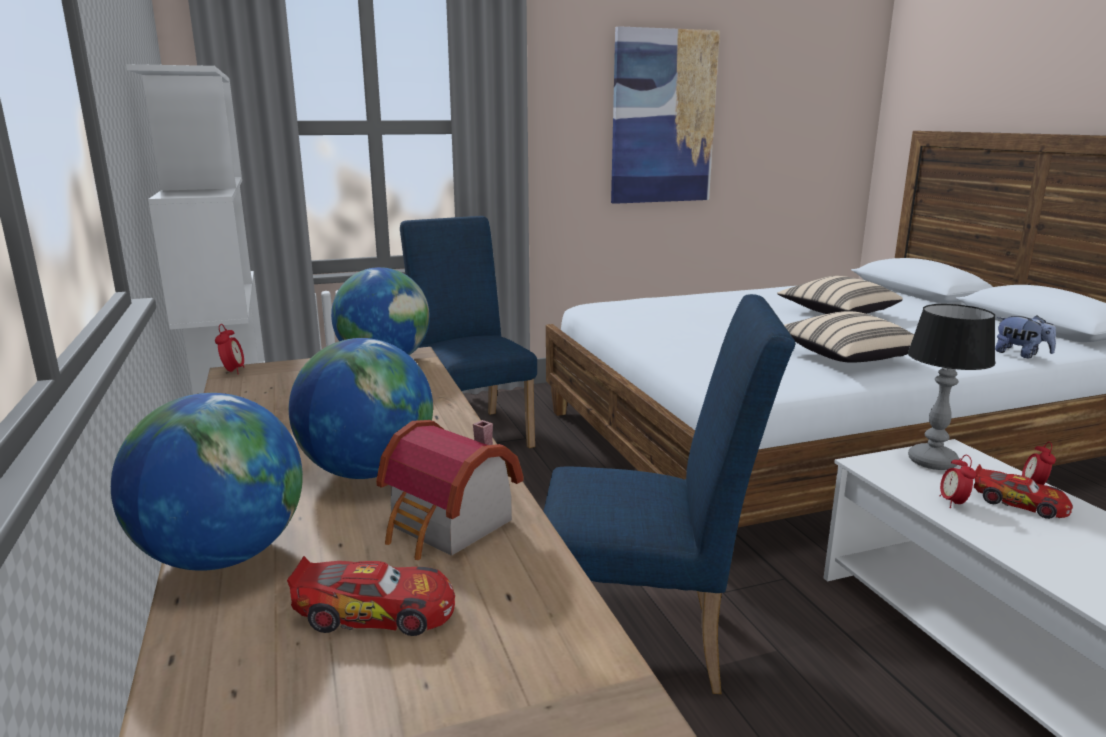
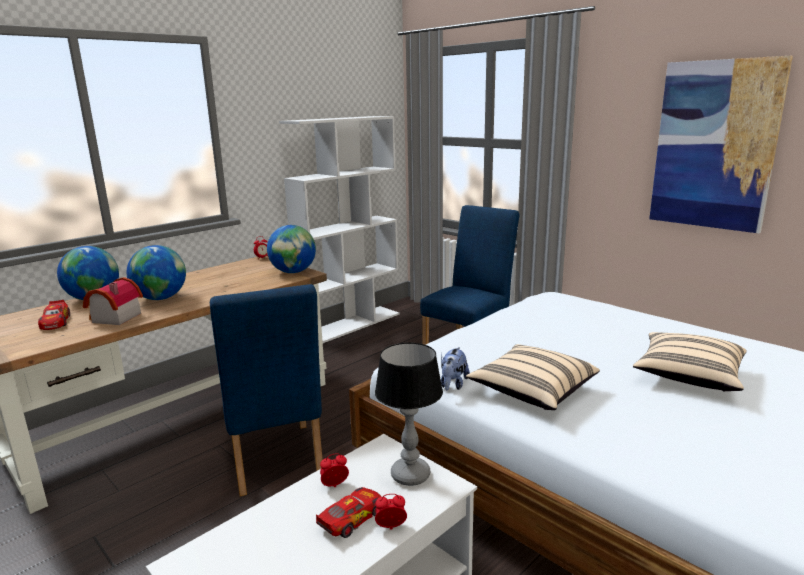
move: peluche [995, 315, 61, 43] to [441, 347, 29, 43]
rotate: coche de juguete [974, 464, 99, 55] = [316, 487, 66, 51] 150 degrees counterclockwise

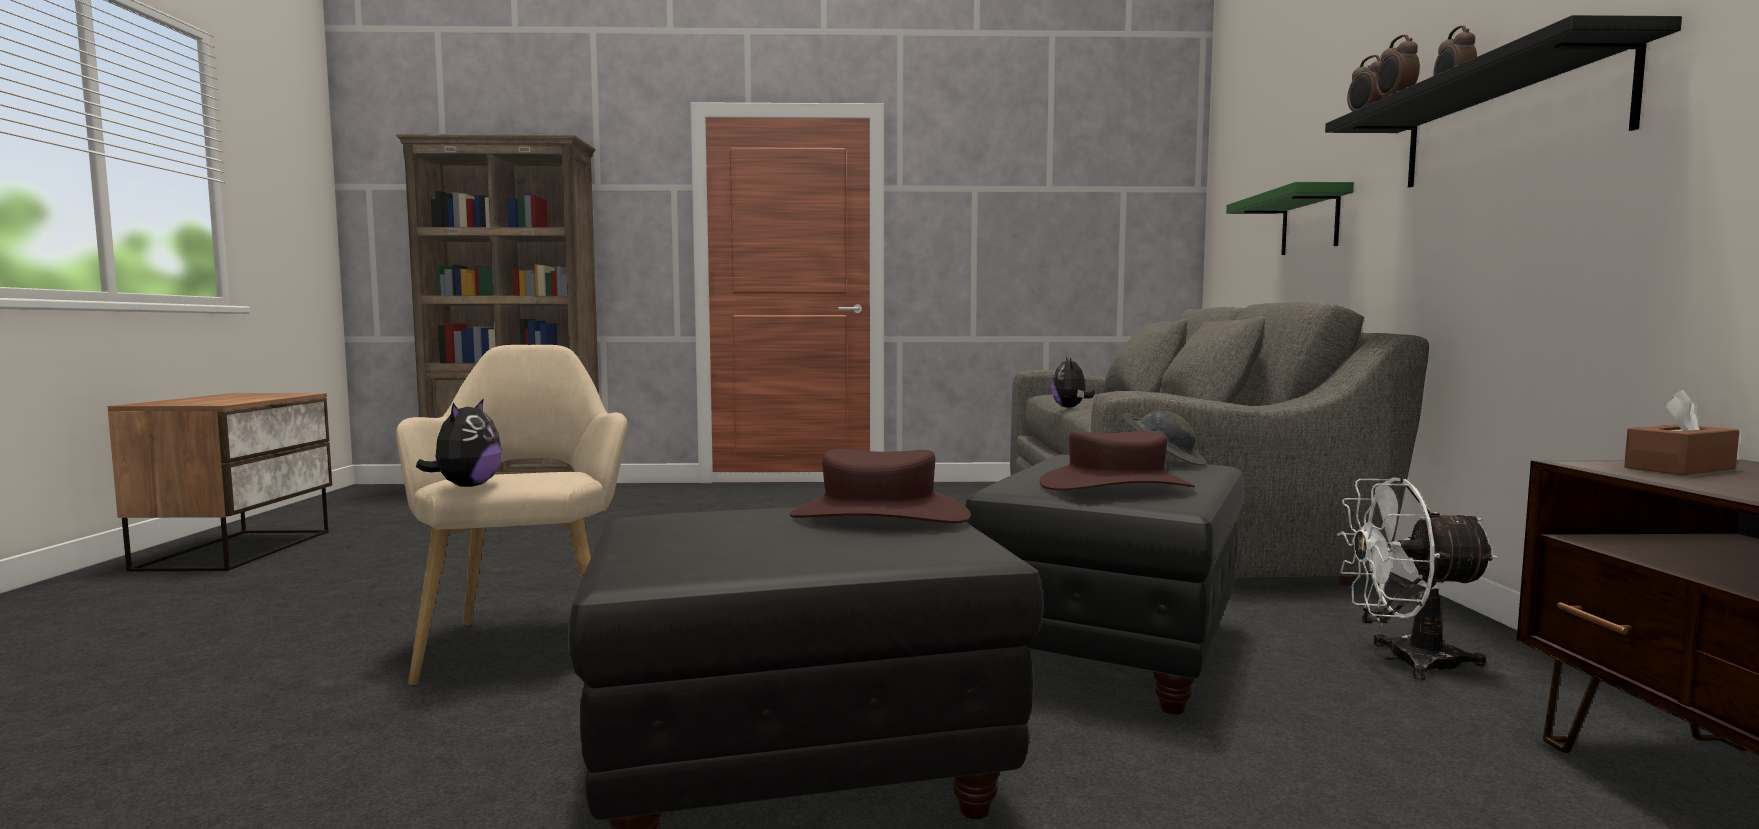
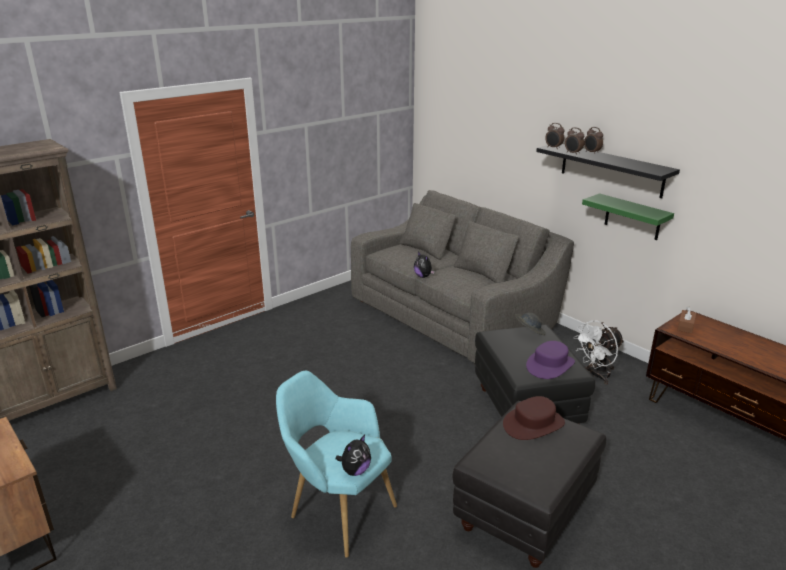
move: estante/verde [1226, 182, 128, 73] to [582, 193, 92, 47]
recolor: sillón/beis [396, 345, 231, 341] to sillón/turquesa [276, 370, 121, 188]; sombrero/marrón [1039, 431, 156, 59] to sombrero/morado [526, 341, 49, 38]
rotate: peluche [416, 398, 86, 89] = [336, 435, 35, 41] 75 degrees clockwise

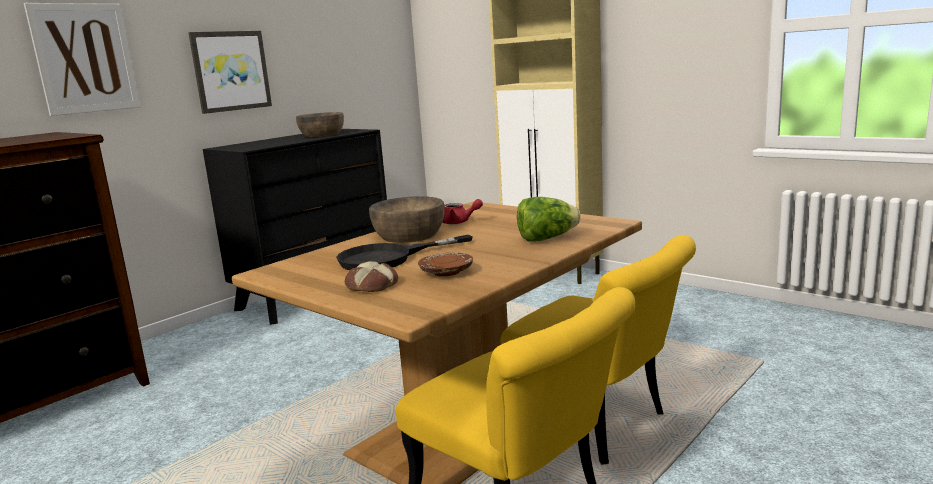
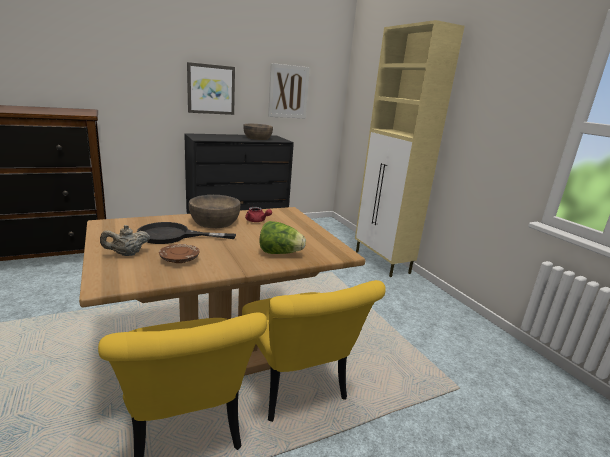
move: cuadro [24, 3, 116, 113] to [268, 63, 42, 56]
replace: pan [345, 261, 53, 31] to tetera/beis [100, 225, 50, 31]

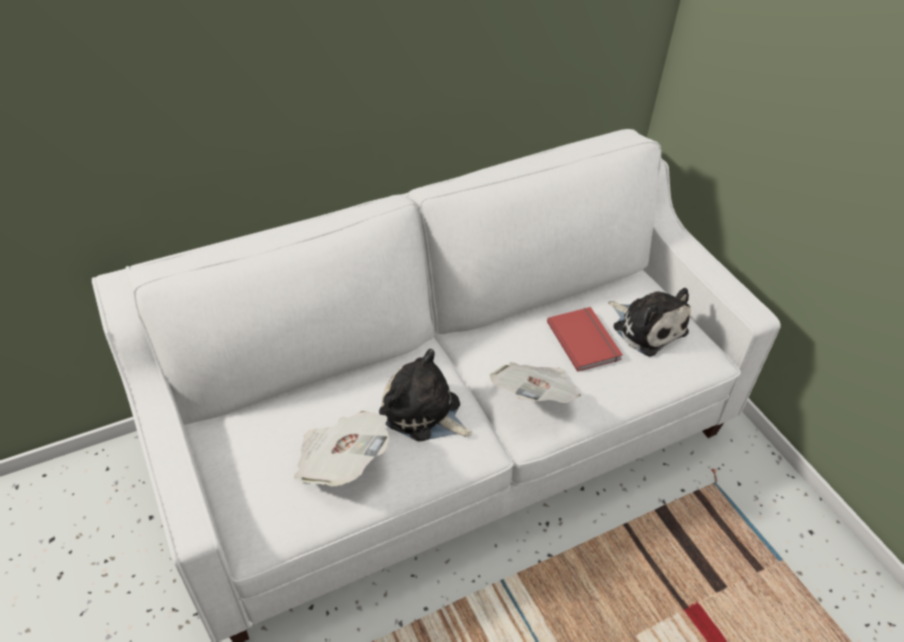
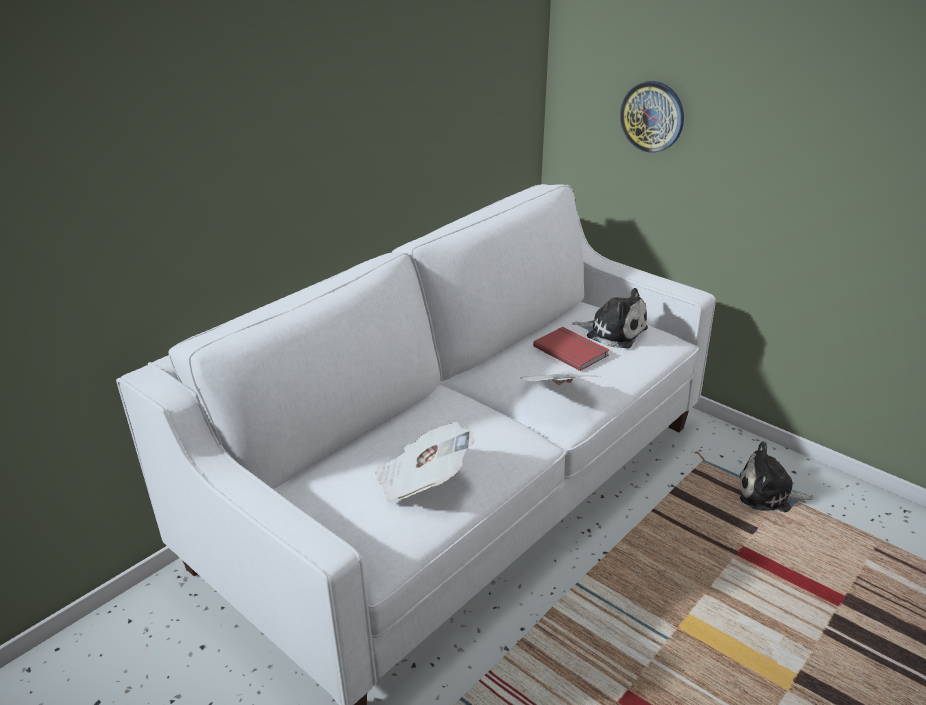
insert: reloj de pared [620, 81, 64, 72]
move: peluche [379, 349, 93, 92] to [740, 441, 74, 71]

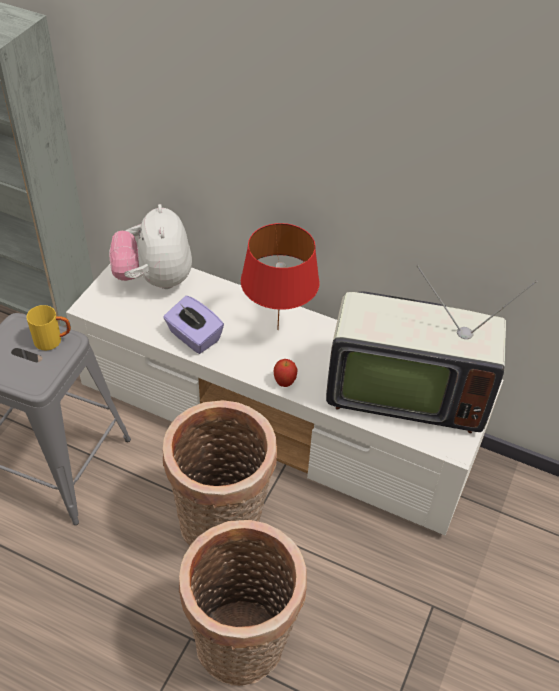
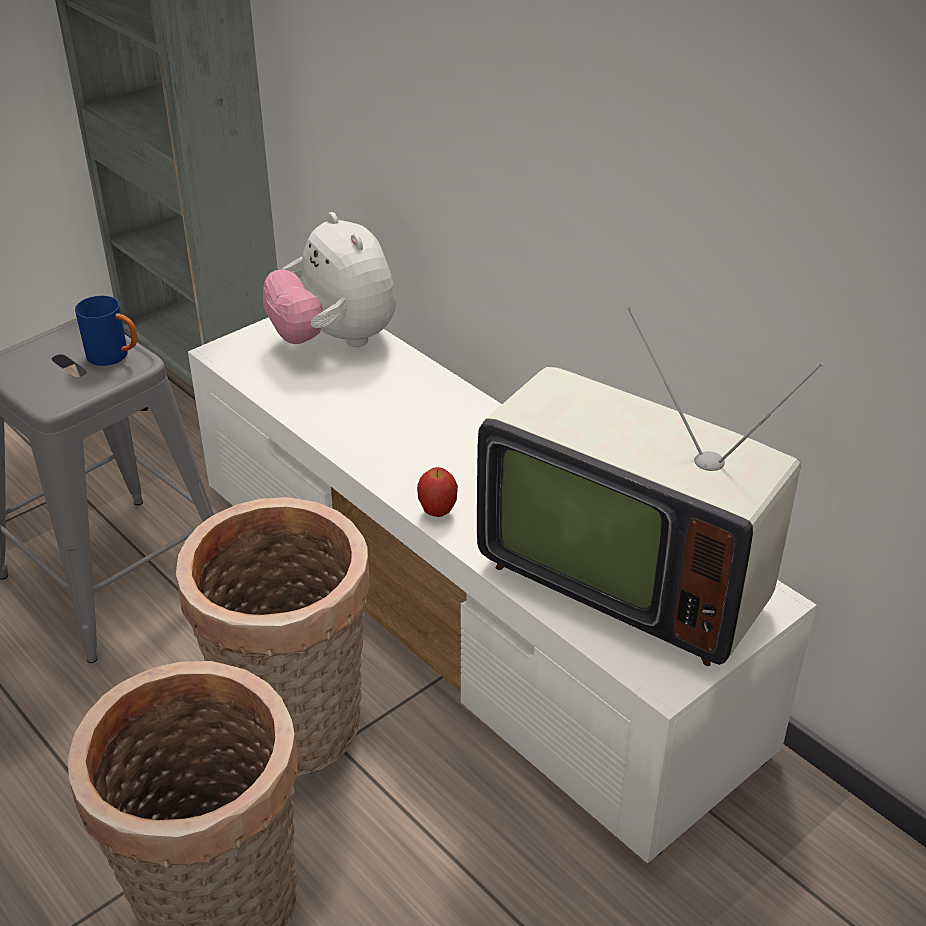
delete: lámpara de mesa/rojo [241, 223, 79, 107]; caja de pañuelos/morado [163, 296, 61, 58]
recolor: taza grande/amarillo [27, 305, 44, 46] to taza grande/azul [75, 296, 62, 70]
rotate: peluche [109, 204, 83, 85] = [263, 212, 133, 135] 45 degrees counterclockwise

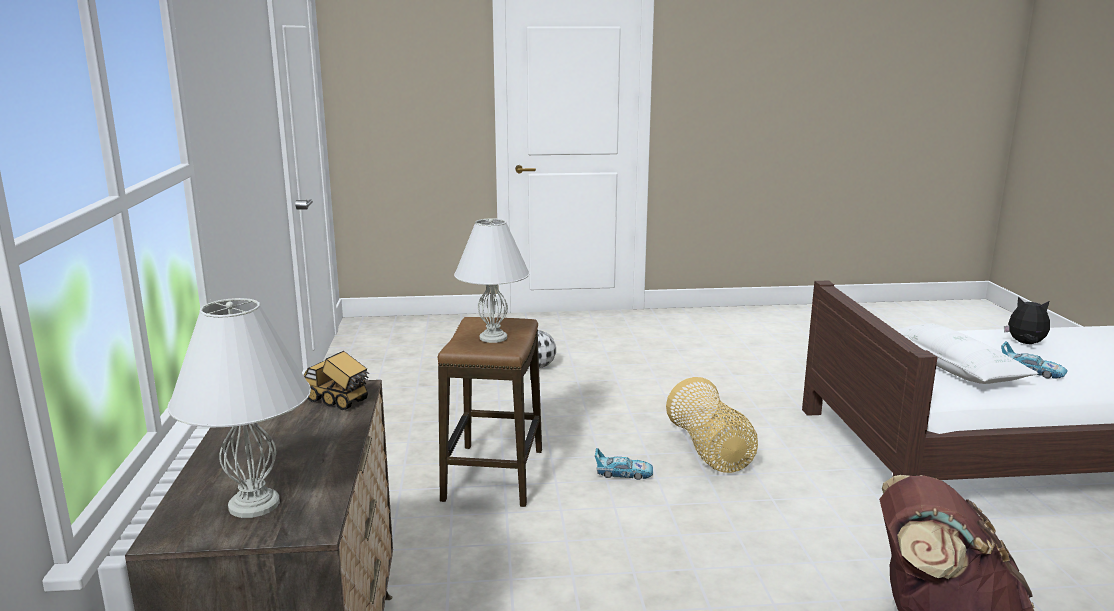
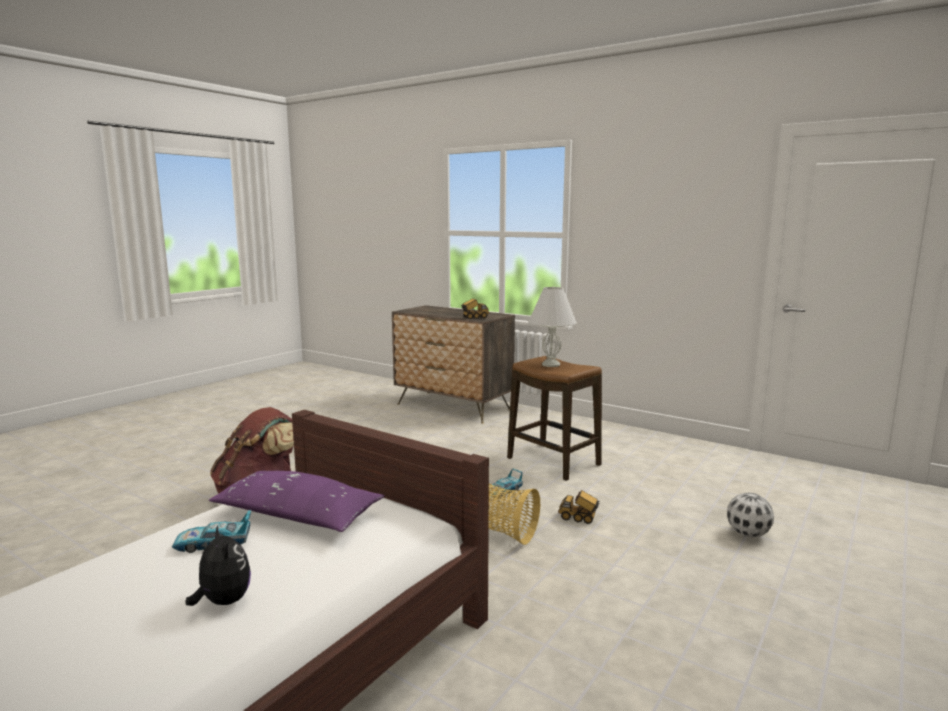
delete: lámpara de mesa/blanco [168, 298, 143, 220]
insert: camión de juguete [559, 490, 40, 34]
recolor: cojín/blanco [896, 323, 143, 61] to cojín/morado [209, 471, 176, 61]
rotate: peluche [1004, 297, 46, 47] = [186, 525, 65, 81] 105 degrees counterclockwise

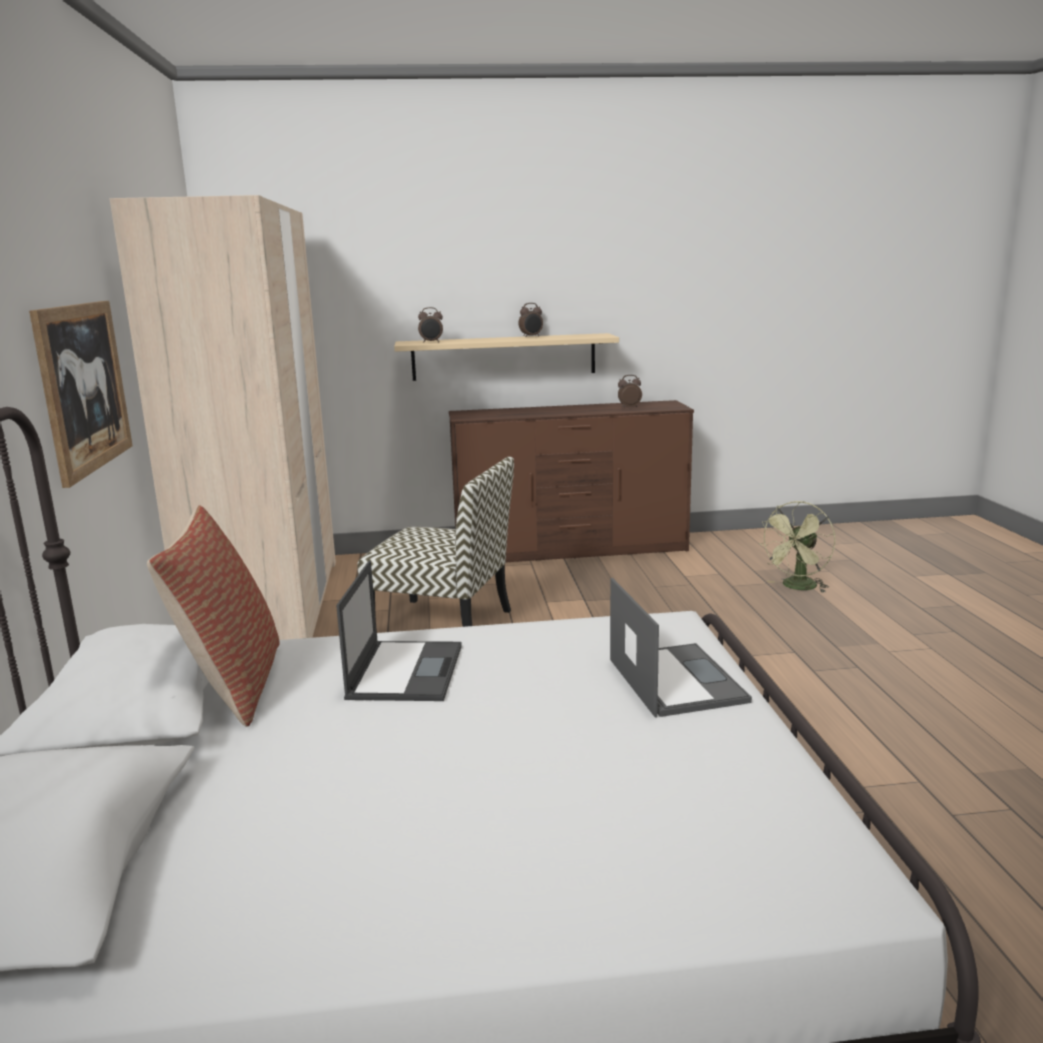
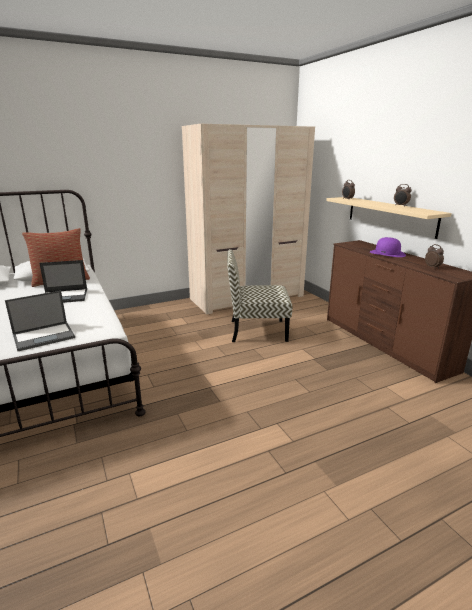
delete: cuadro [29, 301, 104, 187]; ventilador/verde [758, 501, 77, 92]
insert: sombrero/morado [370, 237, 36, 20]
rotate: silla [357, 457, 157, 170] = [227, 249, 65, 93] 90 degrees clockwise

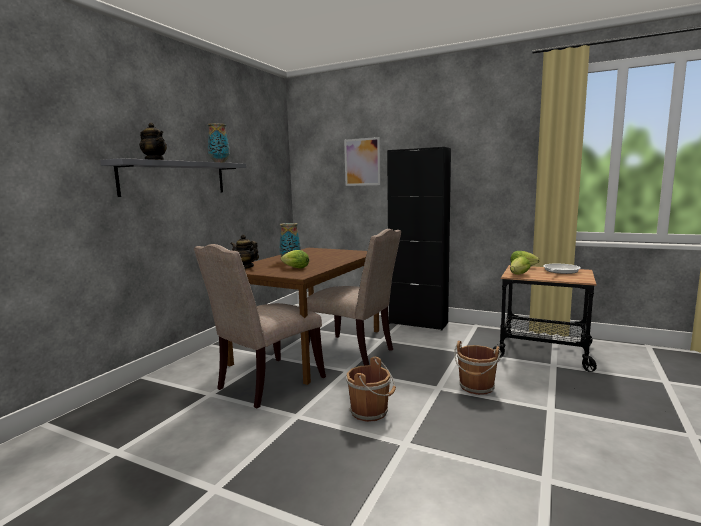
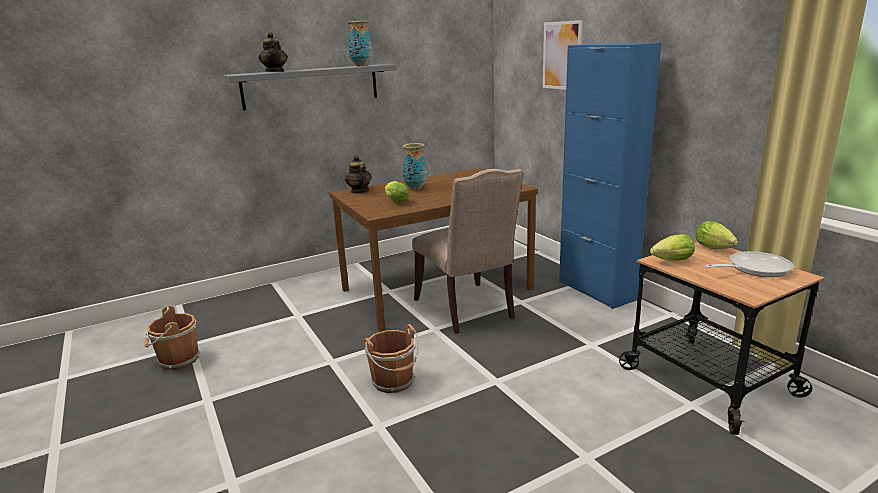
delete: silla/beis [194, 244, 132, 165]
move: cubo/marrón [454, 341, 47, 54] to [144, 305, 55, 65]
recolor: armario/negro [387, 147, 64, 184] to armario/azul [559, 43, 102, 266]

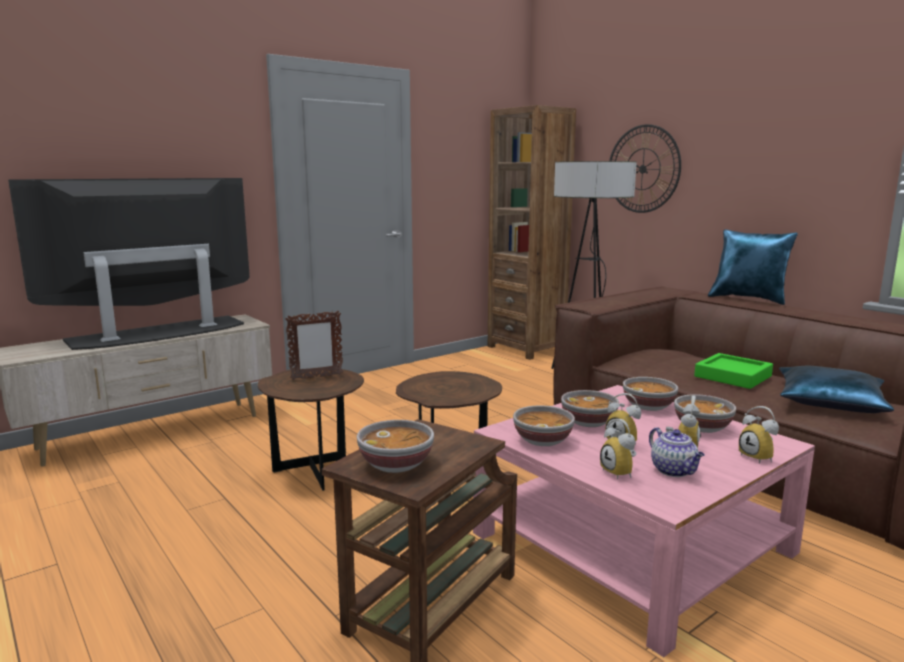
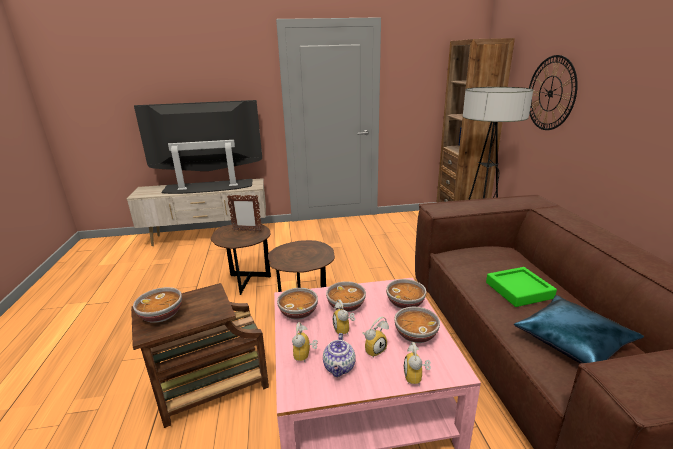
delete: cojín/azul [708, 229, 90, 76]

